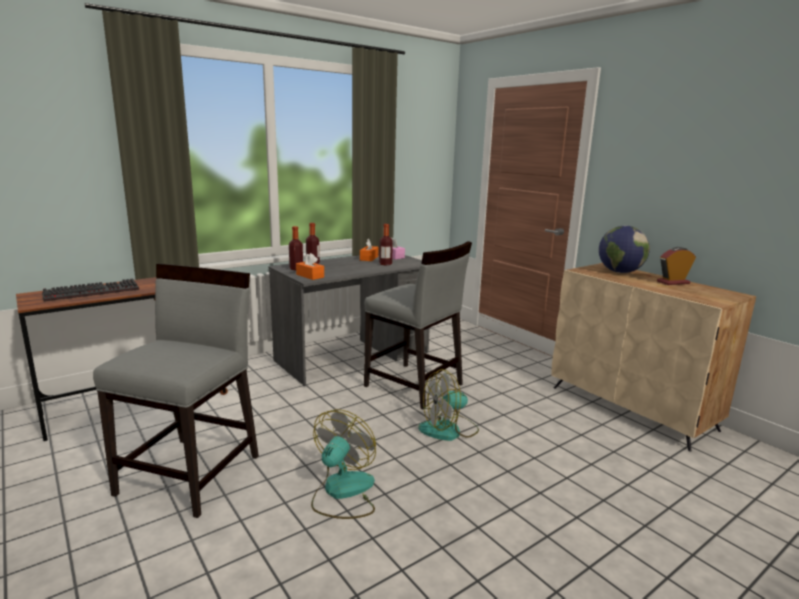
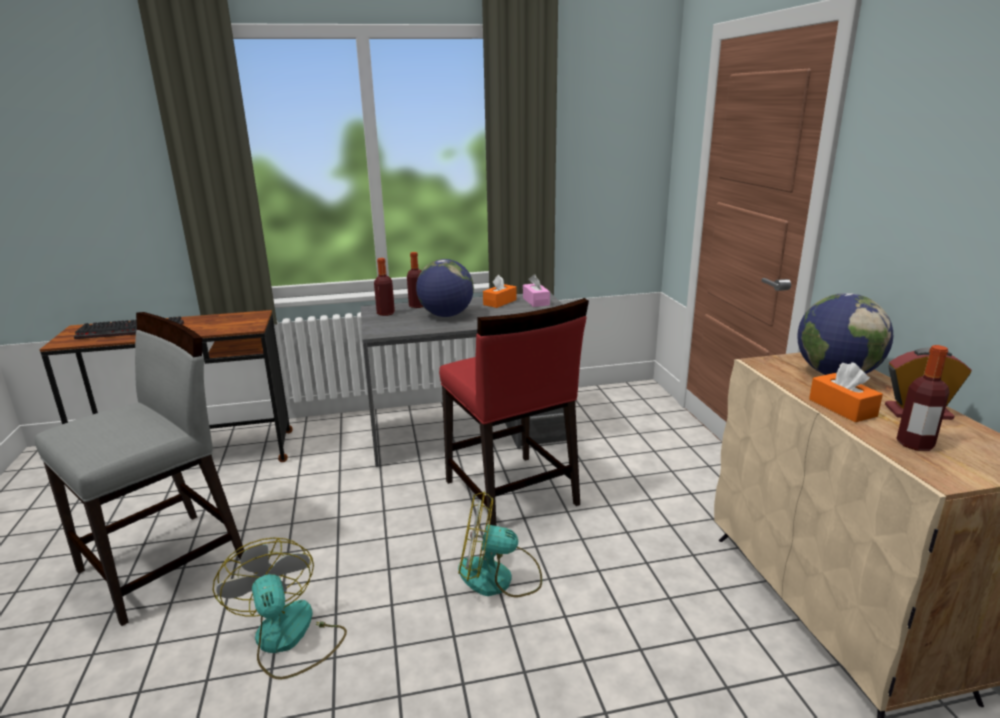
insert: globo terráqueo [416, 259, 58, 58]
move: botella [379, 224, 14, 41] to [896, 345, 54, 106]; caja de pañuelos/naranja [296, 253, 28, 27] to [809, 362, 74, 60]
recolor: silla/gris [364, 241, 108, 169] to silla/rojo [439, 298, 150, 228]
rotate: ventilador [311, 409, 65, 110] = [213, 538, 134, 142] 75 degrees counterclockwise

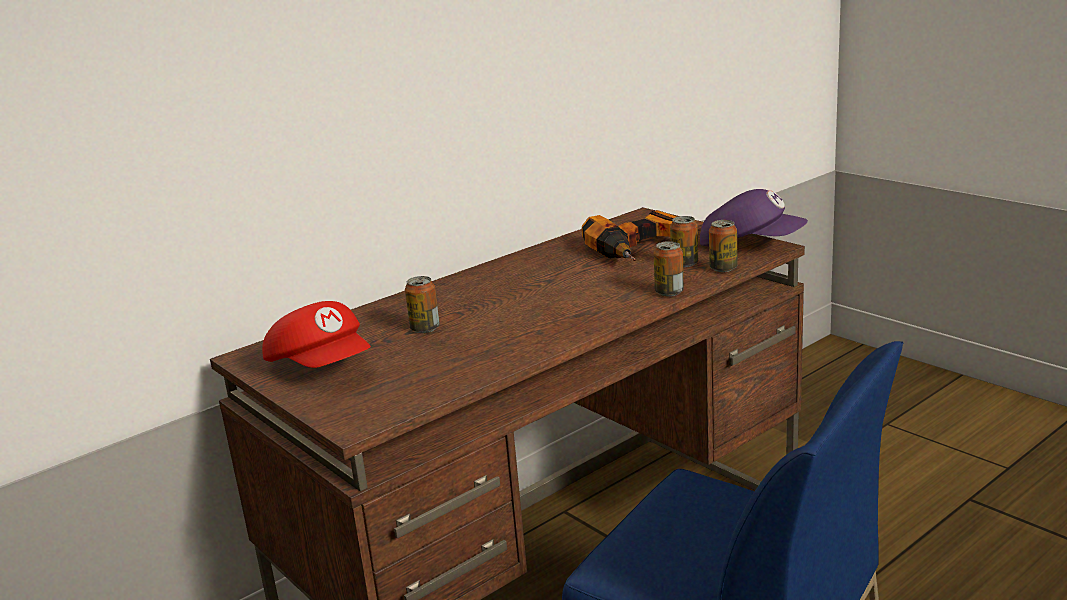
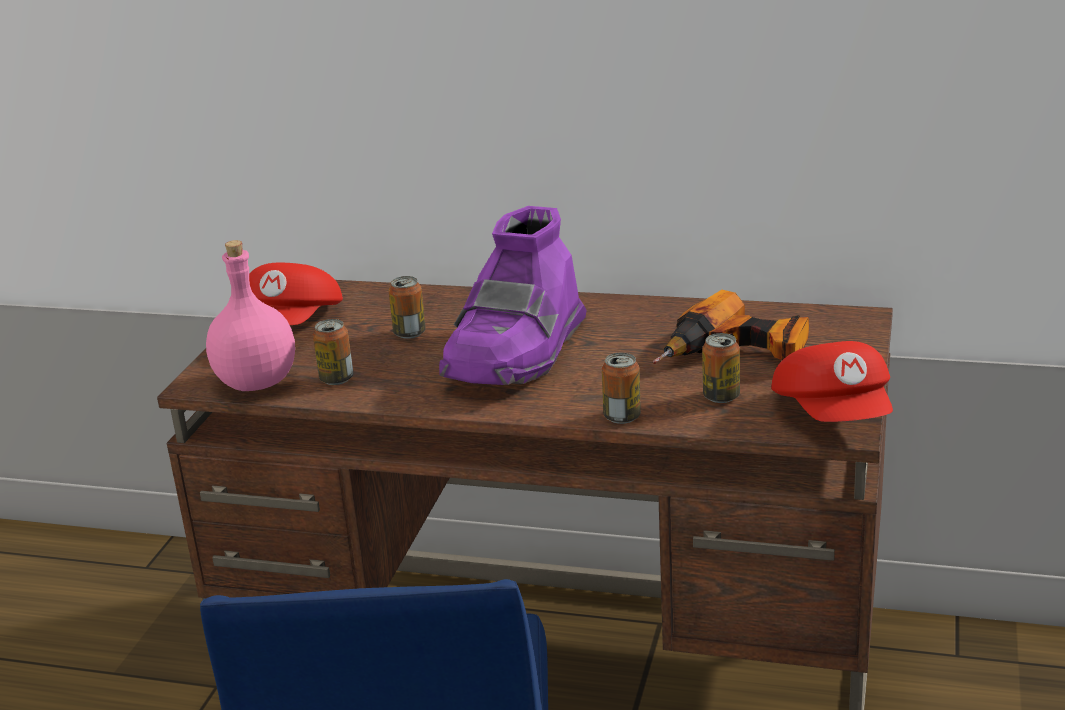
insert: bota/morado [439, 206, 148, 179]; botella/rosa [206, 240, 89, 151]
move: lata [709, 220, 29, 52] to [313, 319, 40, 66]
recolor: gorra/morado [700, 189, 108, 57] to gorra/rojo [771, 341, 122, 81]

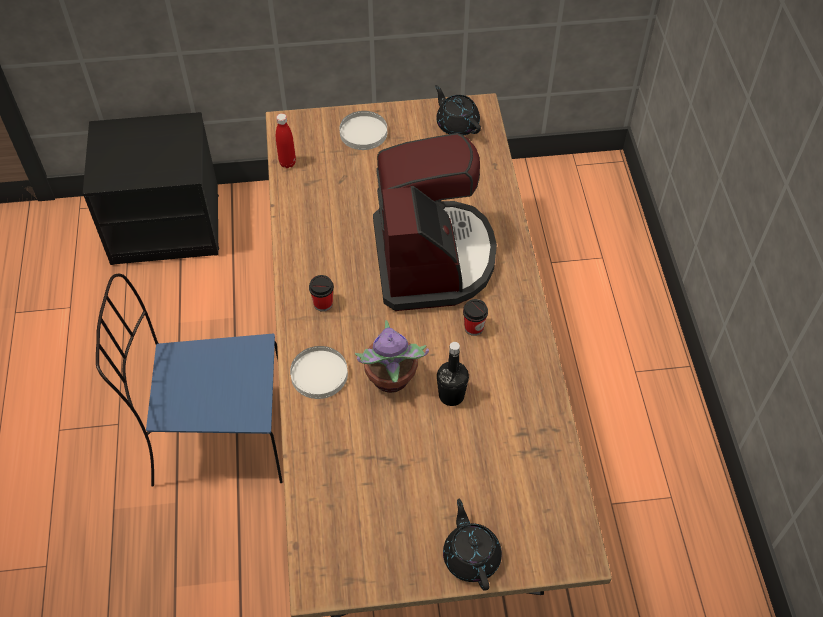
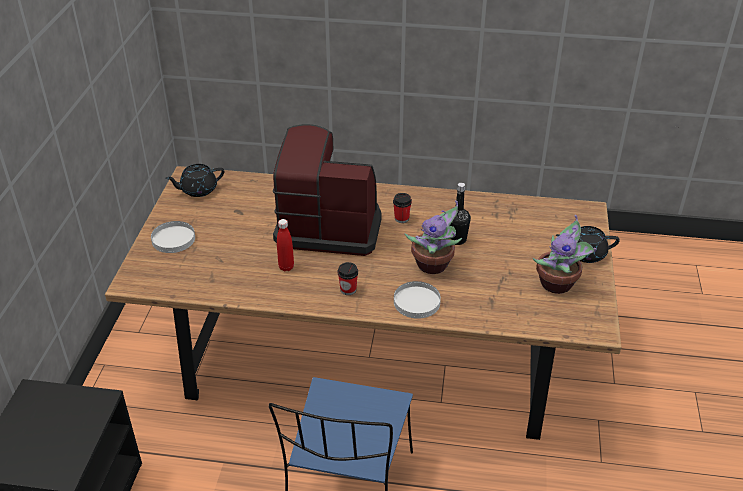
insert: planta en maceta [533, 215, 63, 79]
move: botella/rojo [276, 113, 20, 55] to [277, 219, 17, 52]

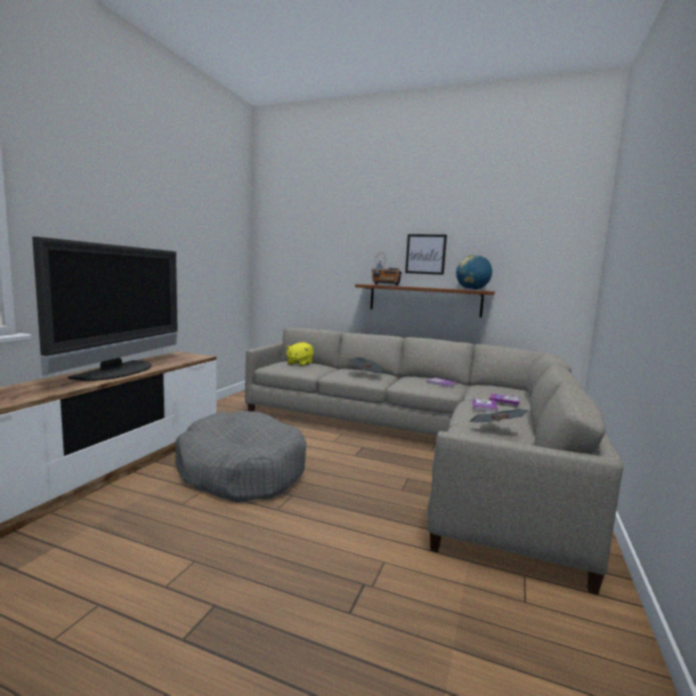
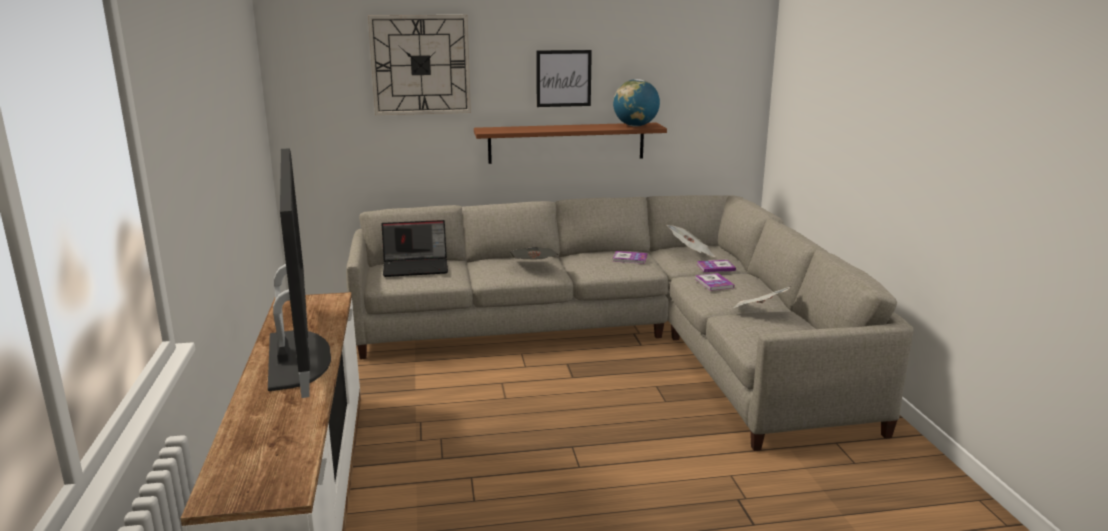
delete: radio [372, 253, 30, 33]; cama para perro/gris [175, 411, 131, 91]
insert: reloj de pared [368, 15, 103, 100]; periódico [667, 225, 48, 32]
replace: peluche/amarillo [286, 342, 28, 24] to portátil [381, 220, 67, 57]

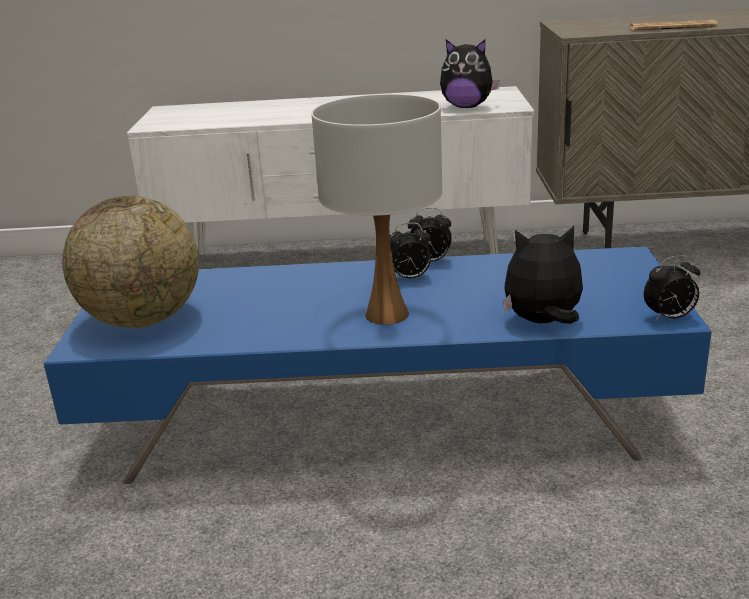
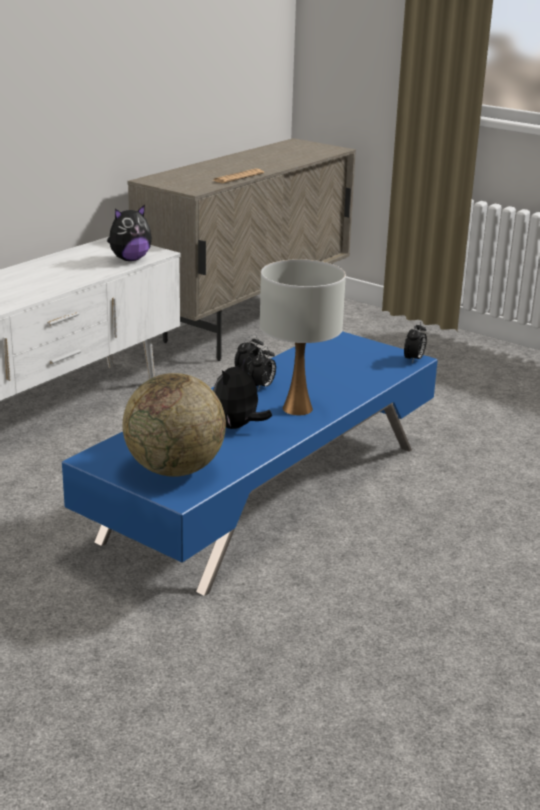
move: peluche [503, 226, 80, 98] to [213, 358, 59, 71]

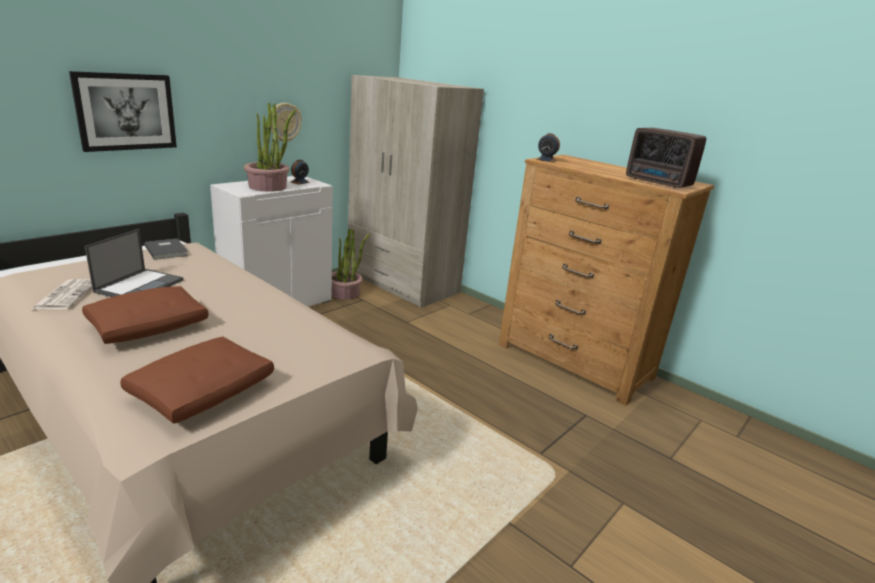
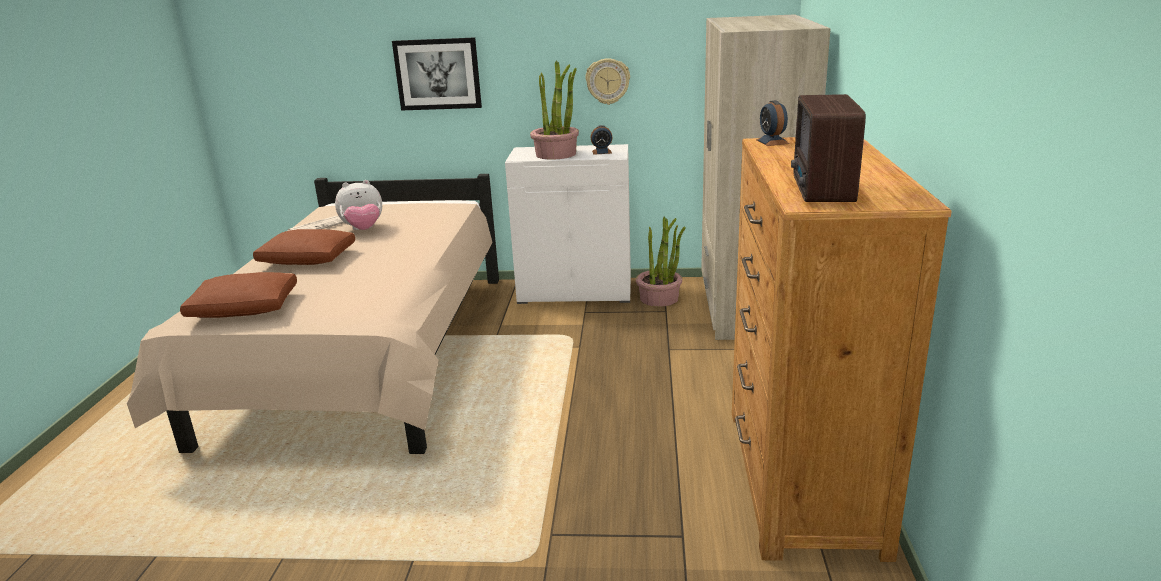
delete: libro/gris [144, 239, 44, 21]
replace: portátil [85, 229, 98, 68] to peluche [335, 180, 47, 50]

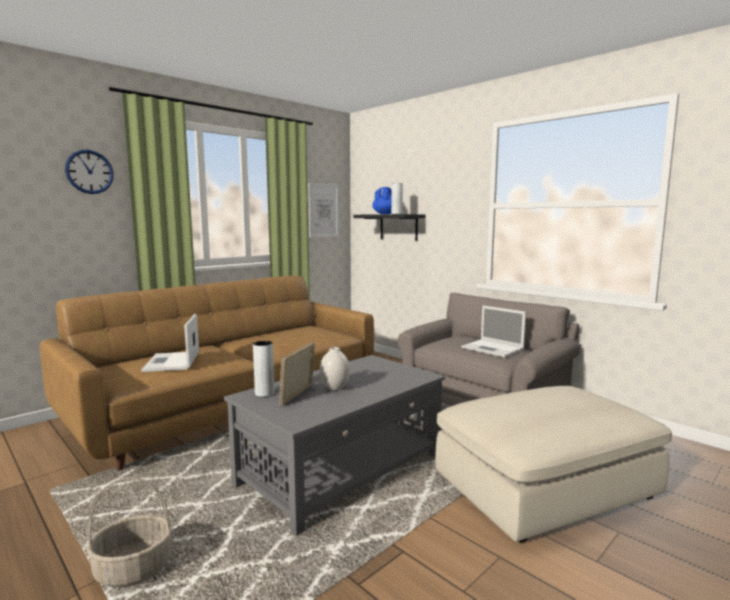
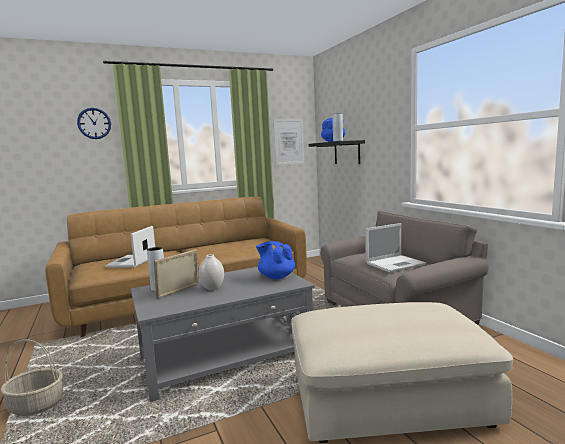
insert: tetera/azul [256, 241, 39, 38]
rotate: portátil [461, 305, 65, 53] = [365, 223, 61, 49] 90 degrees counterclockwise

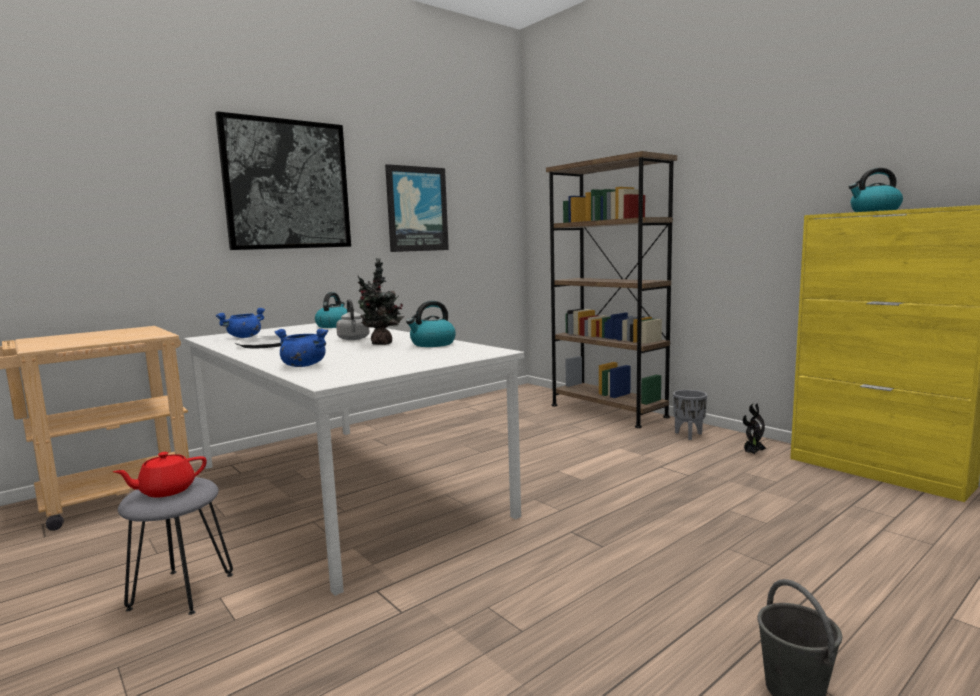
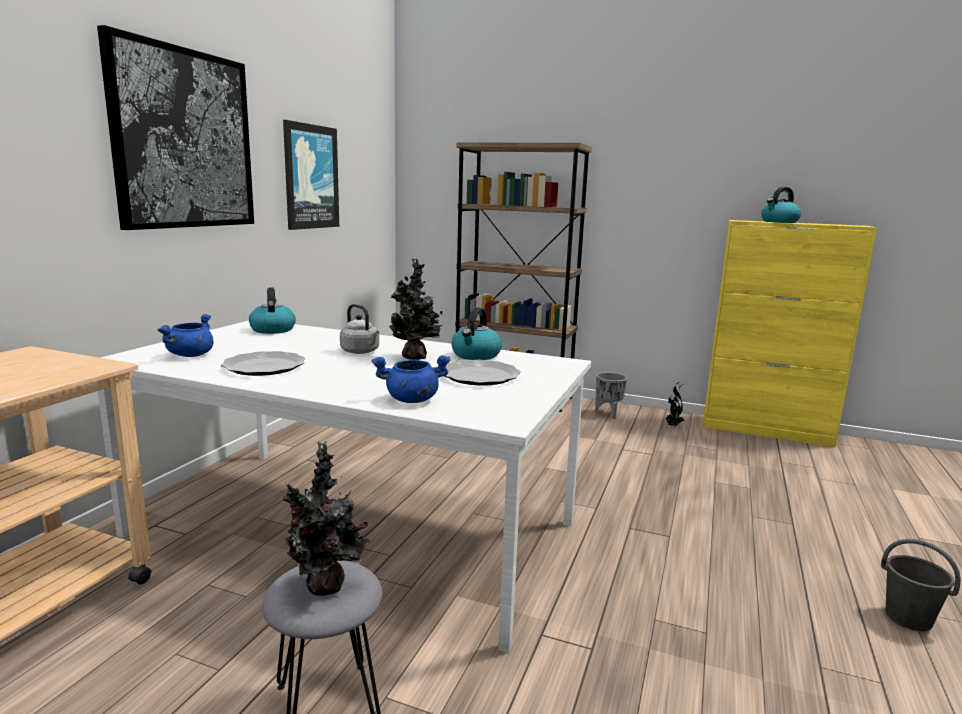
insert: plato [445, 360, 76, 26]
replace: tetera/rojo [113, 452, 94, 46] to planta en maceta [283, 441, 87, 155]

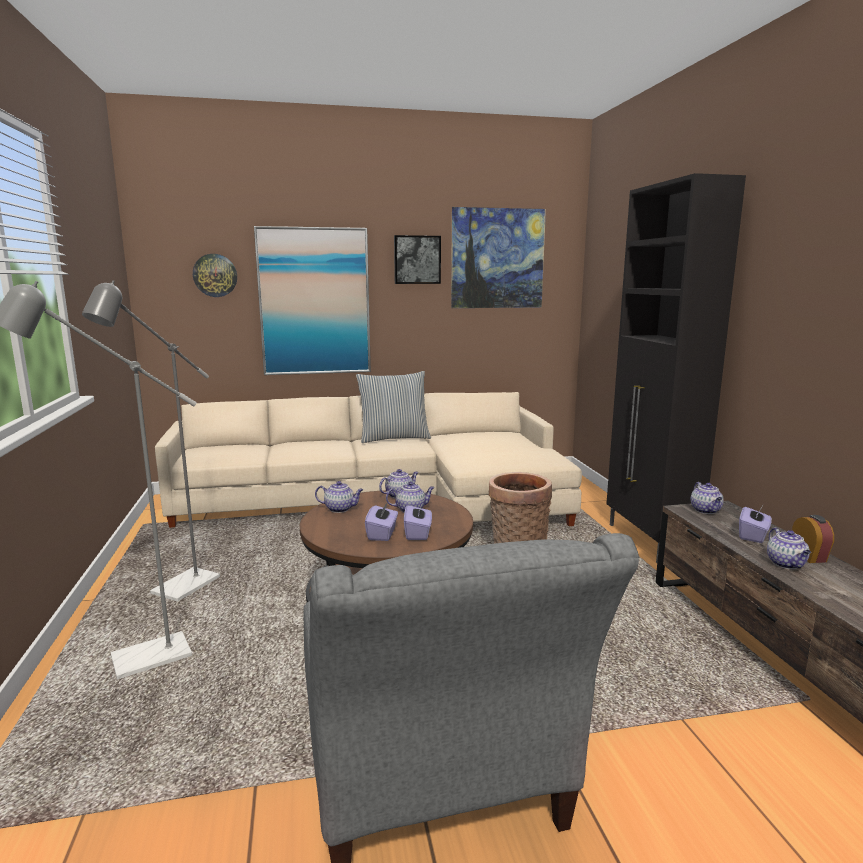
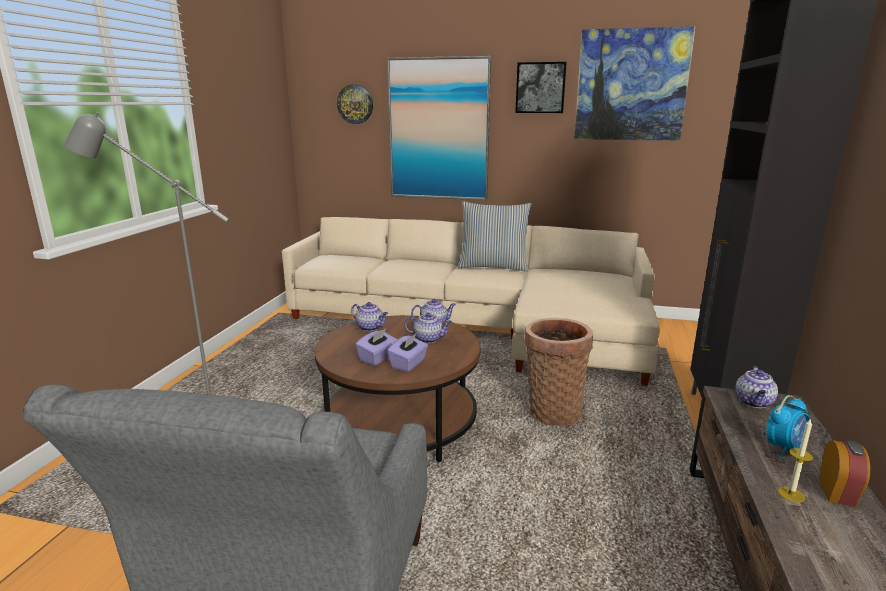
delete: lámpara de pie/gris [82, 280, 138, 322]
replace: caja de pañuelos/morado [739, 506, 33, 37] to despertador [766, 395, 44, 62]; tetera [767, 527, 44, 42] to vela [778, 418, 35, 85]

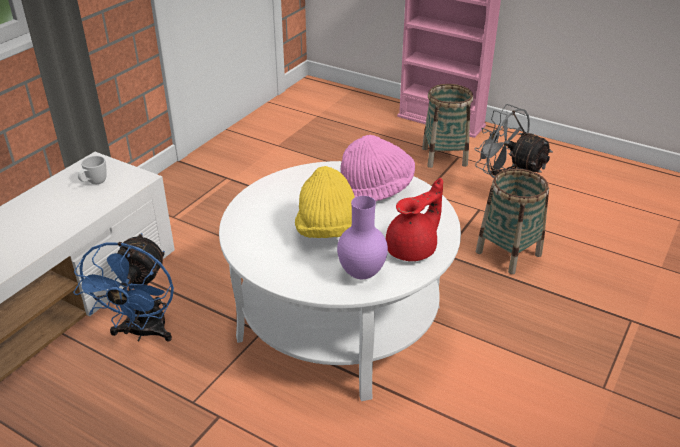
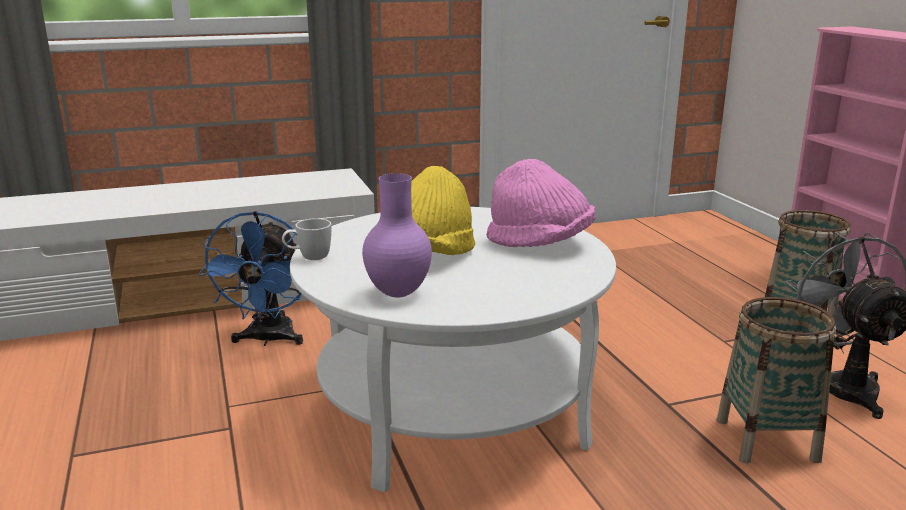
delete: tetera/rojo [386, 178, 57, 83]
move: taza grande/blanco [78, 156, 29, 28] to [282, 218, 49, 42]
rotate: ventilador/azul [73, 233, 101, 109] = [199, 211, 104, 135] 45 degrees counterclockwise

